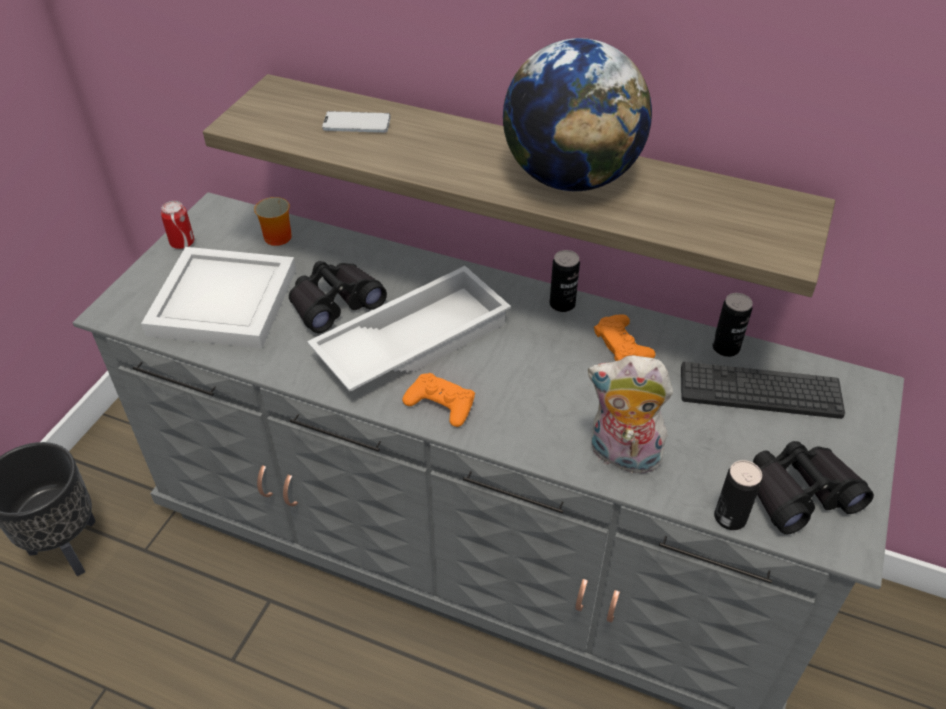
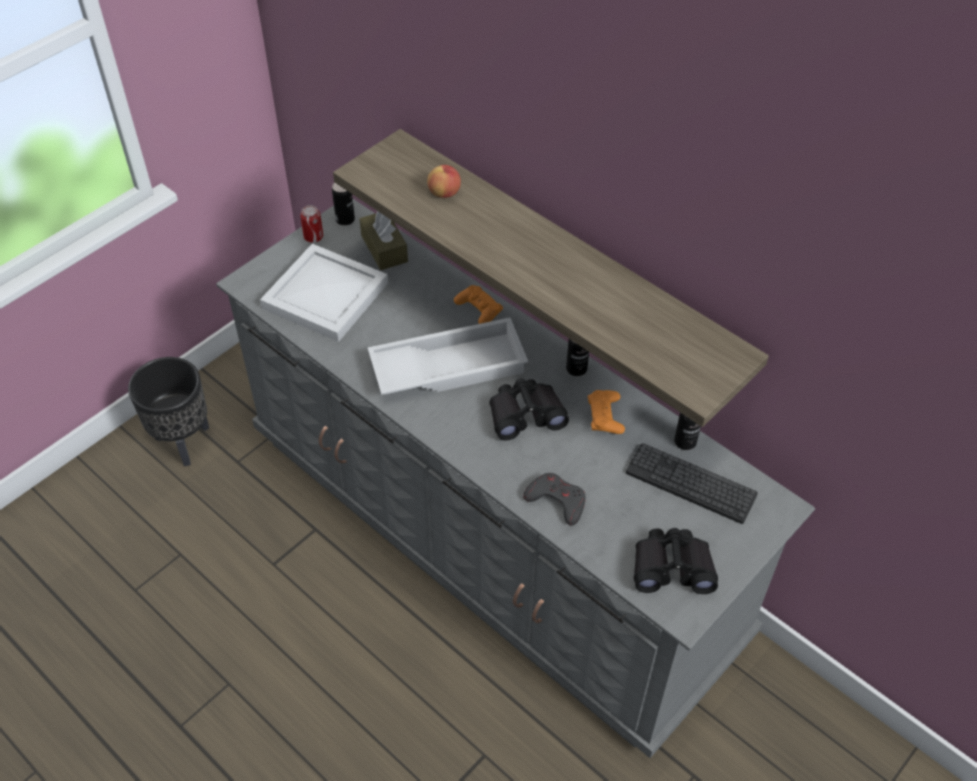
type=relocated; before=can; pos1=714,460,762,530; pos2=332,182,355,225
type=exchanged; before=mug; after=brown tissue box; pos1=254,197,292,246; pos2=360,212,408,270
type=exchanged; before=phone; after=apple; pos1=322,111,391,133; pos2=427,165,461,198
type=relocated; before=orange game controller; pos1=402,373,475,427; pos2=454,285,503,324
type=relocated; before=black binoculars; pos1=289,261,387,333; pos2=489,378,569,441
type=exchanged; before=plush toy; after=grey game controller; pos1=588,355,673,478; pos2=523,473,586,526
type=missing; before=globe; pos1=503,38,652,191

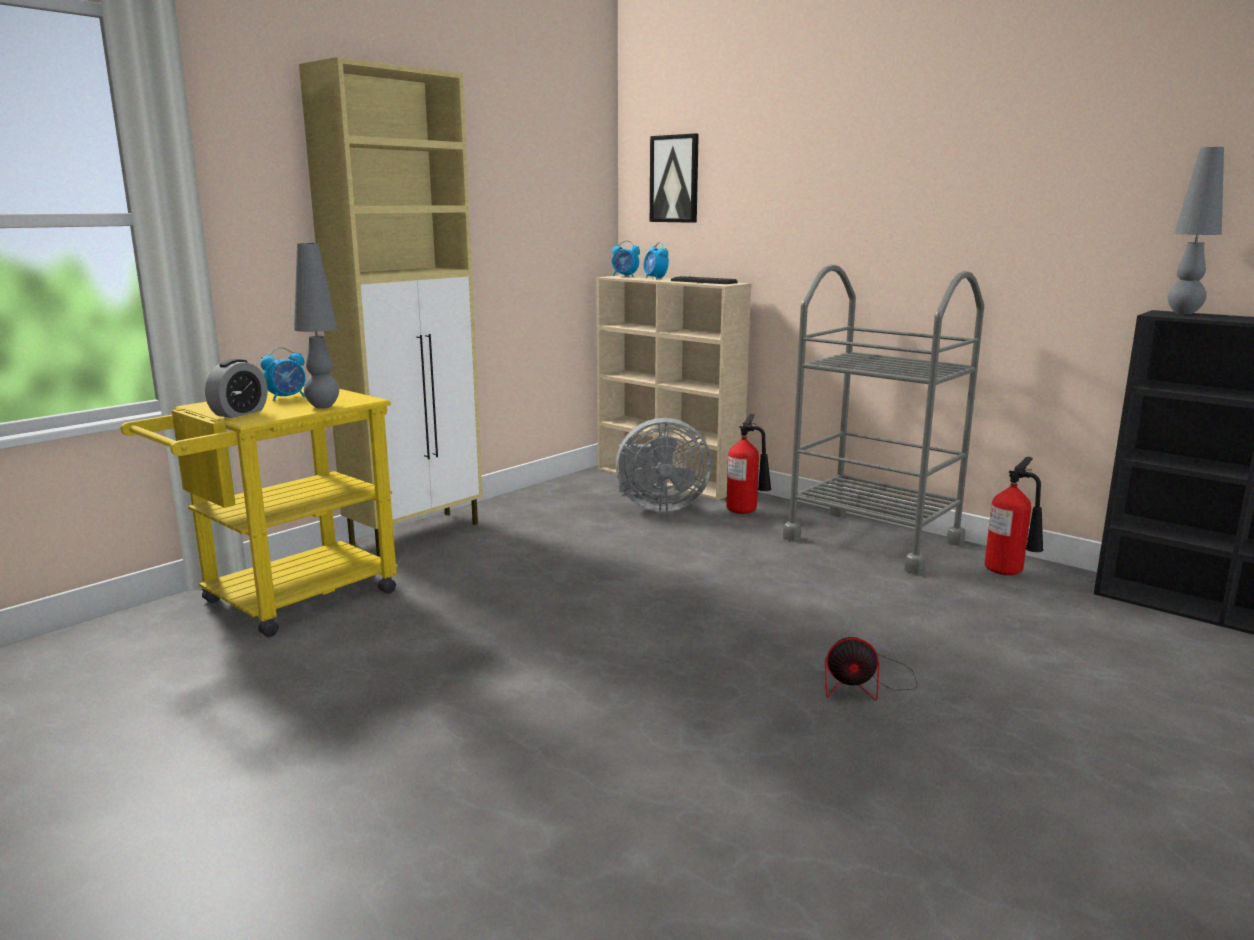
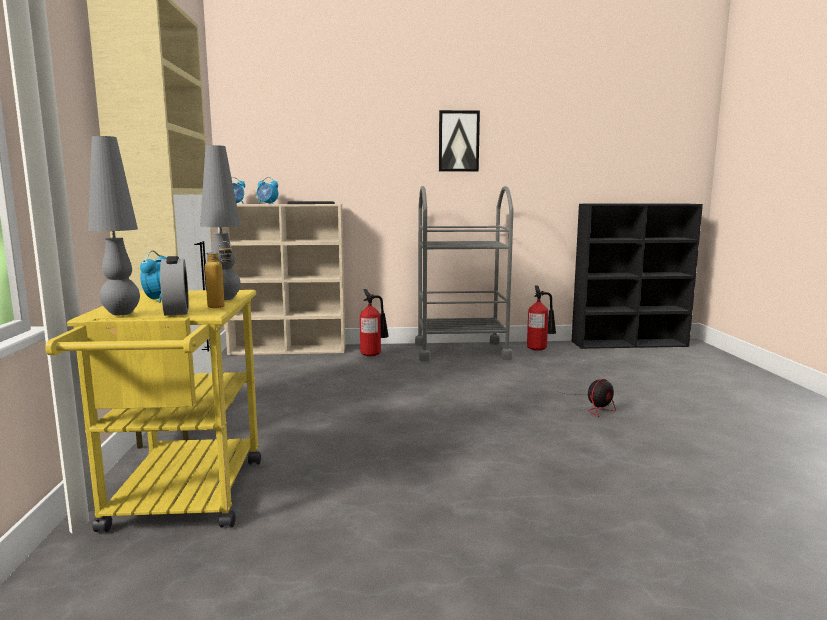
type=relocated; before=grey table lamp; pos1=1168,147,1224,314; pos2=88,136,140,315
type=appeared; after=bottle; pos2=205,241,232,308
type=relocated; before=picture; pos1=650,133,699,223; pos2=439,110,480,172
type=missing; before=grey fan; pos1=615,418,712,512

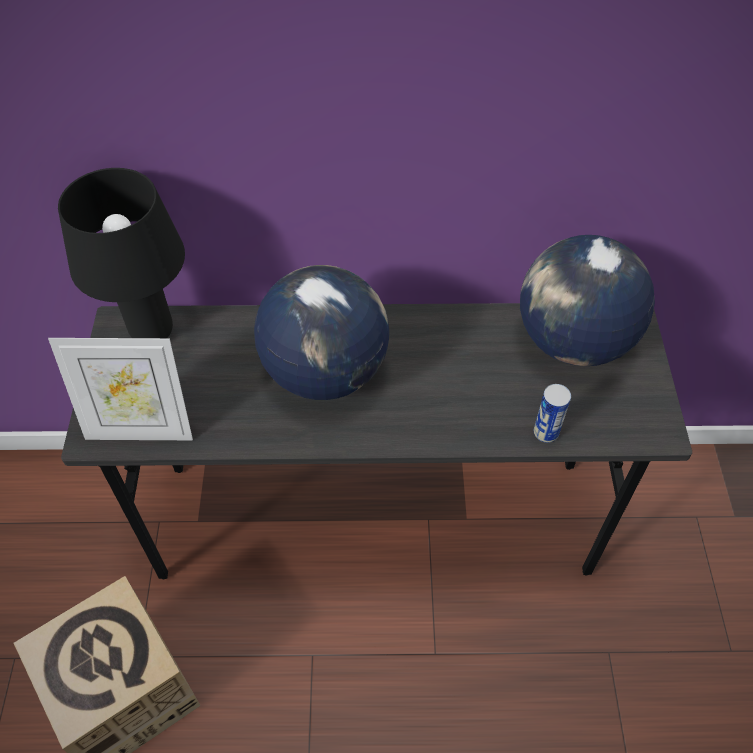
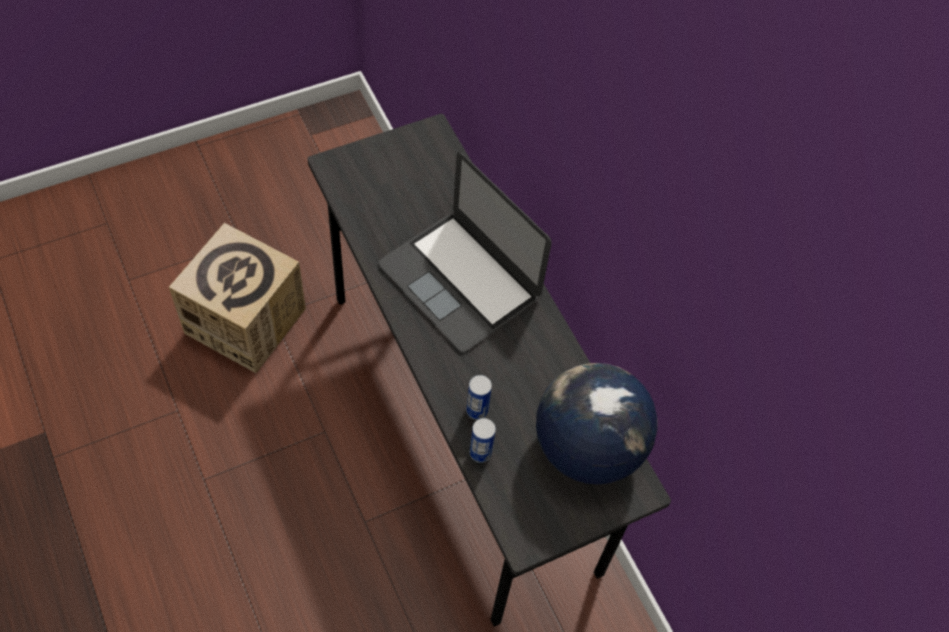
type=exchanged; before=globe; after=laptop; pos1=254,265,389,400; pos2=379,152,552,352
type=appeared; after=can; pos2=466,375,492,420
type=missing; before=picture frame; pos1=48,338,193,440
type=missing; before=black table lamp; pos1=58,168,185,338

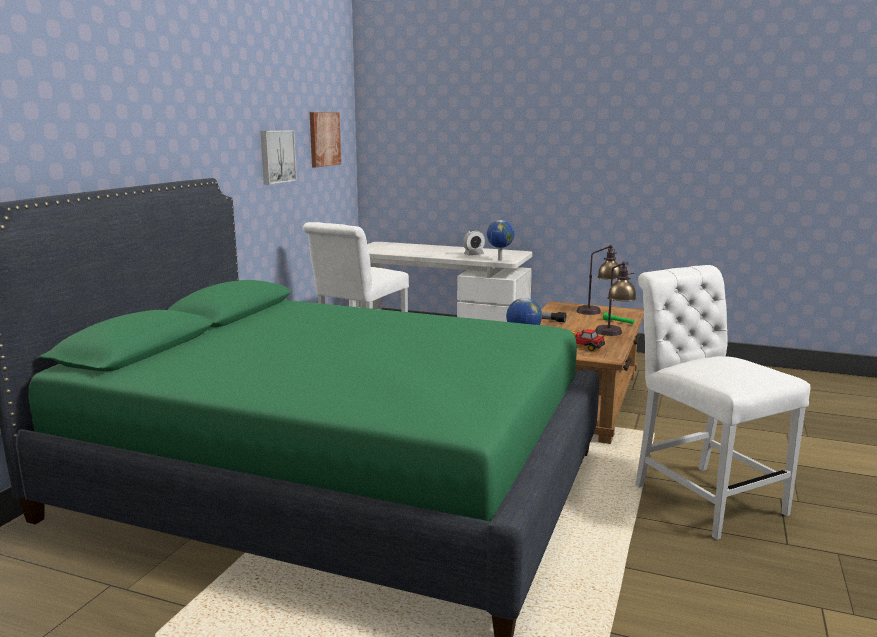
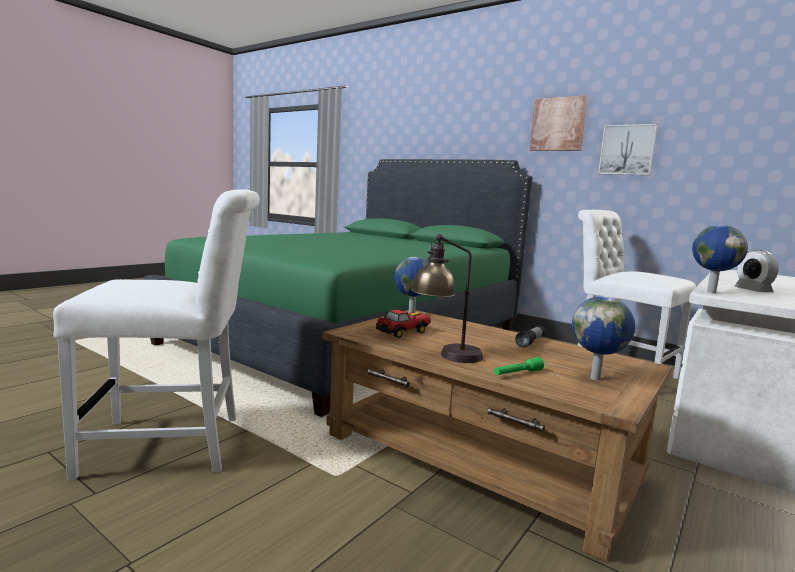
type=relocated; before=picture; pos1=310,112,341,167; pos2=530,95,588,151
type=exchanged; before=table lamp; after=globe; pos1=577,245,621,315; pos2=572,296,635,380

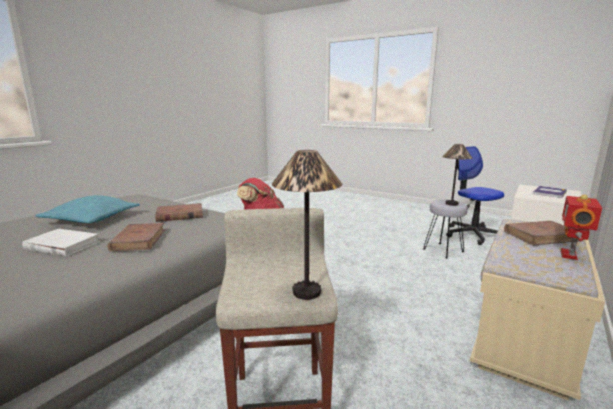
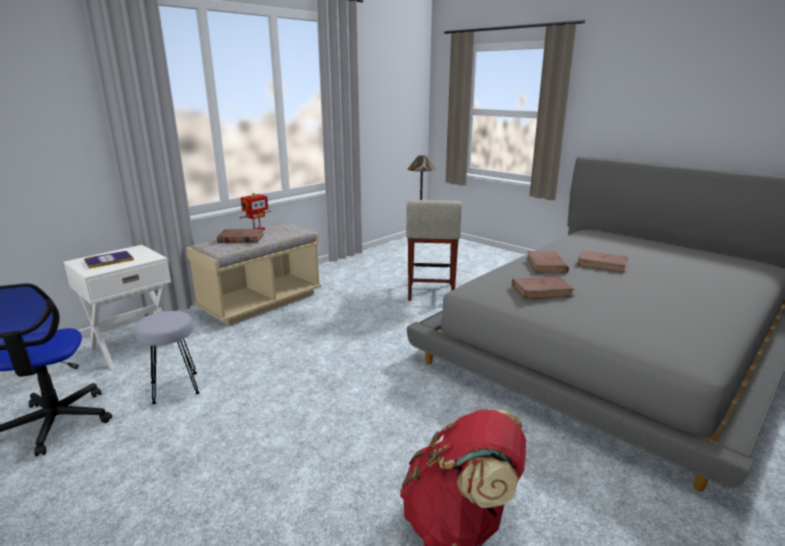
type=colour; before=white book; after=brown book; pos1=22,229,101,256; pos2=577,250,628,272
type=missing; before=turquoise pillow; pos1=35,195,140,223
type=missing; before=table lamp; pos1=442,144,472,206

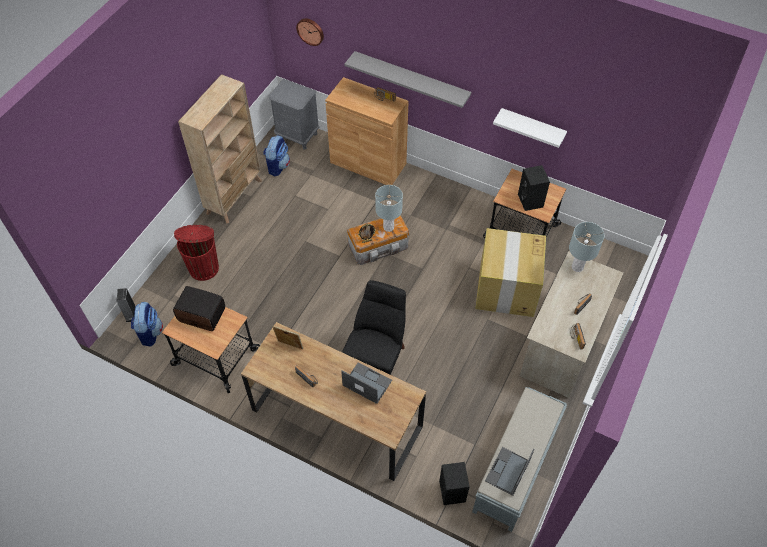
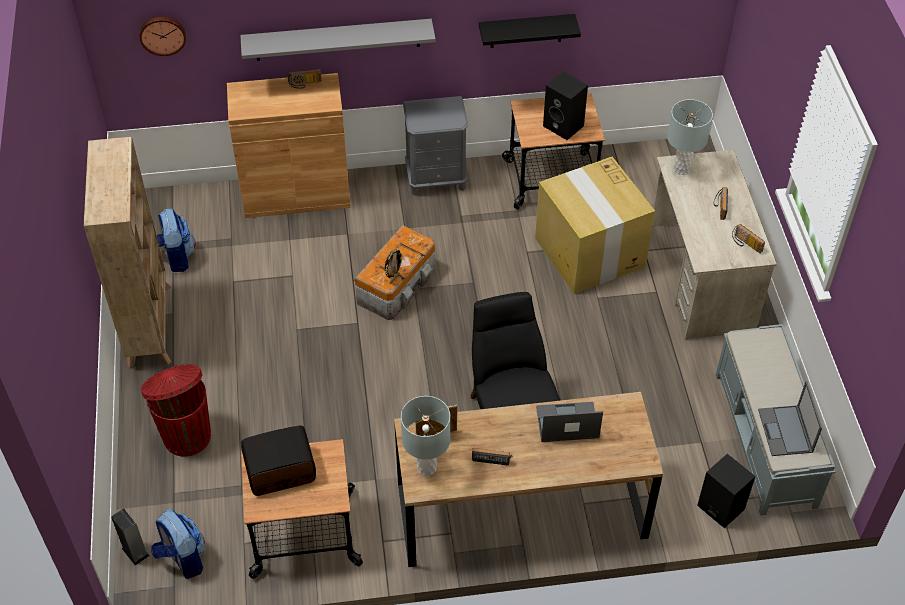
type=relocated; before=grey table lamp; pos1=375,185,403,232; pos2=401,396,450,476
type=relocated; before=grey nightstand; pos1=269,79,320,150; pos2=403,96,468,196
type=colour; before=white shelf; after=black shelf; pos1=493,108,567,148; pos2=479,14,581,48

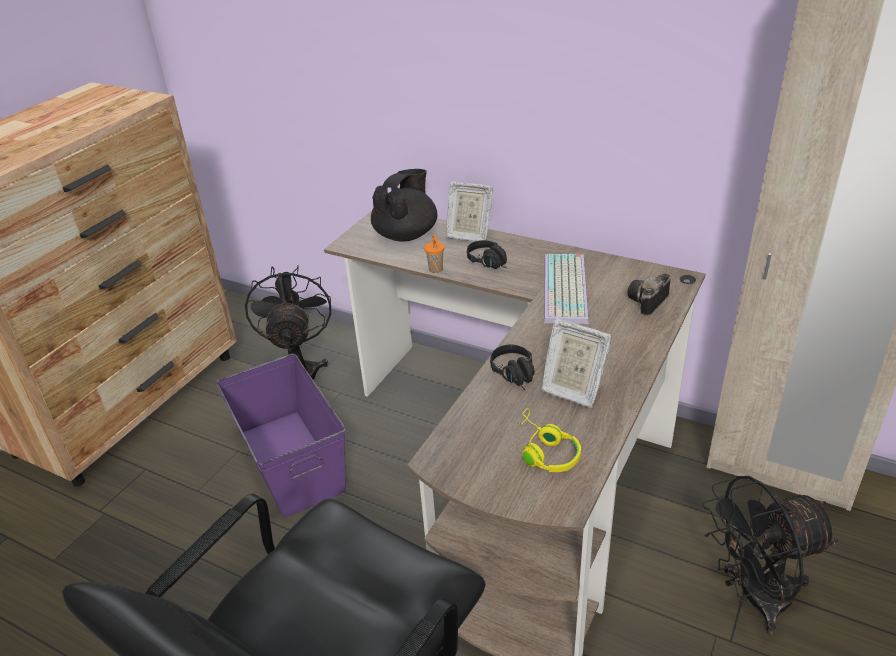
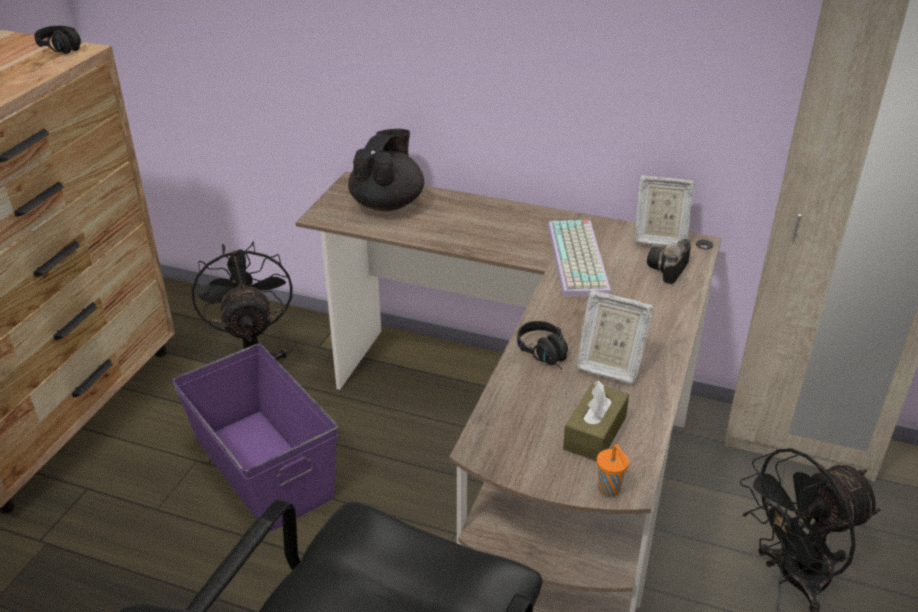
type=relocated; before=black headphones; pos1=467,240,507,269; pos2=34,26,81,54
type=exchanged; before=yellow headphones; after=brown tissue box; pos1=518,408,581,472; pos2=563,381,629,461
type=relocated; before=orange cup; pos1=424,235,445,273; pos2=597,444,629,497
type=relocated; before=picture frame; pos1=446,181,493,242; pos2=635,175,695,246

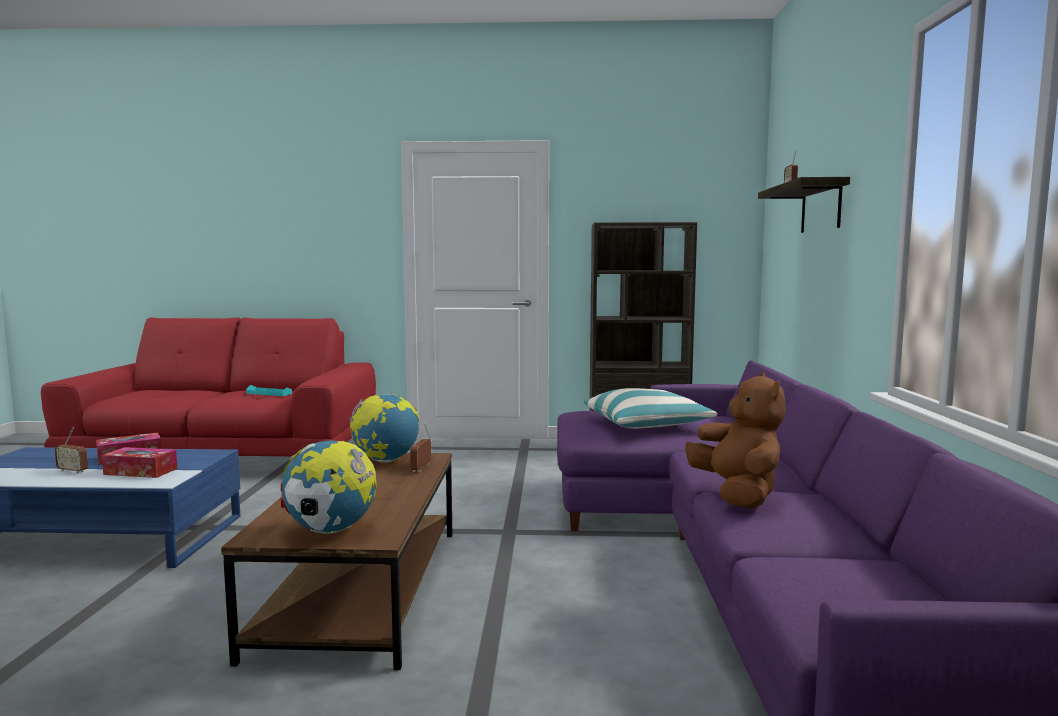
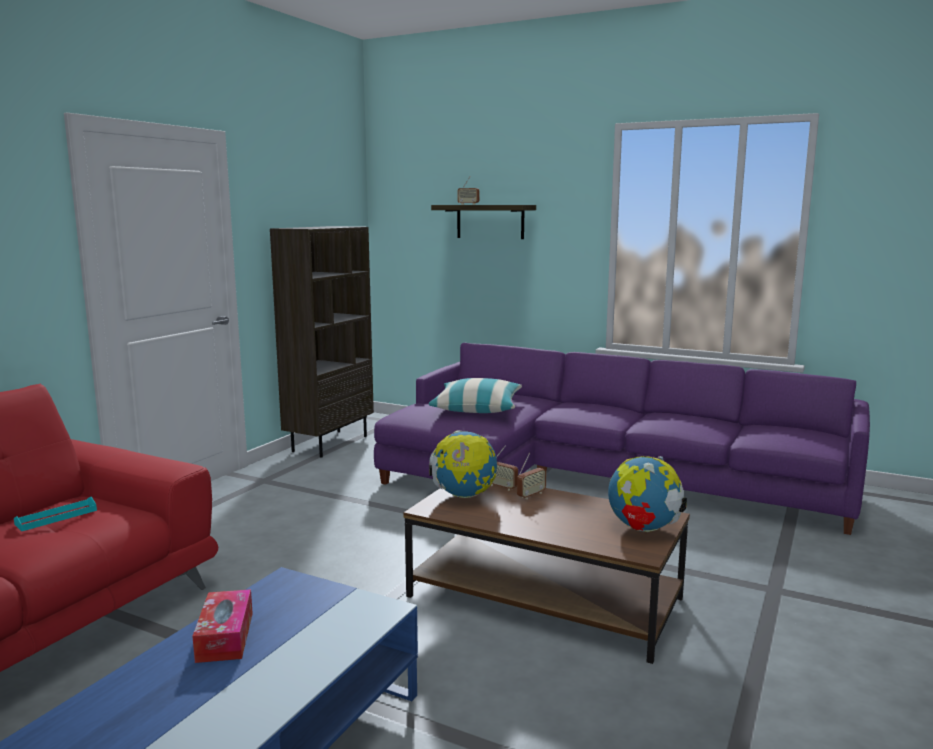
type=relocated; before=radio; pos1=55,427,88,474; pos2=517,453,546,499
type=missing; before=tissue box; pos1=102,447,178,478
type=missing; before=brown plush toy; pos1=685,372,786,509

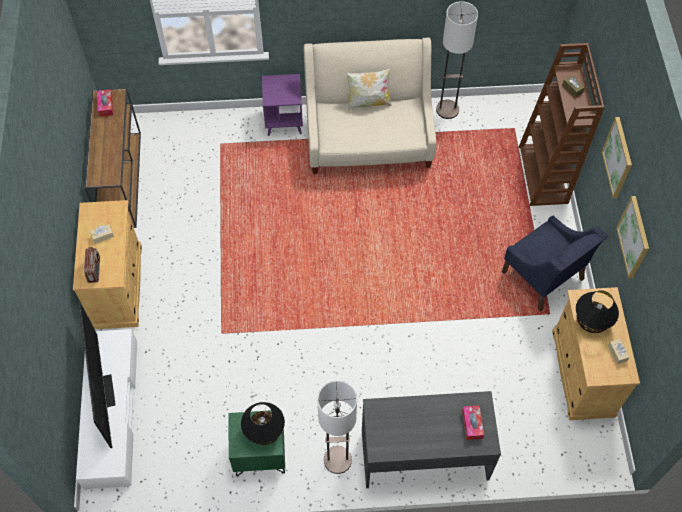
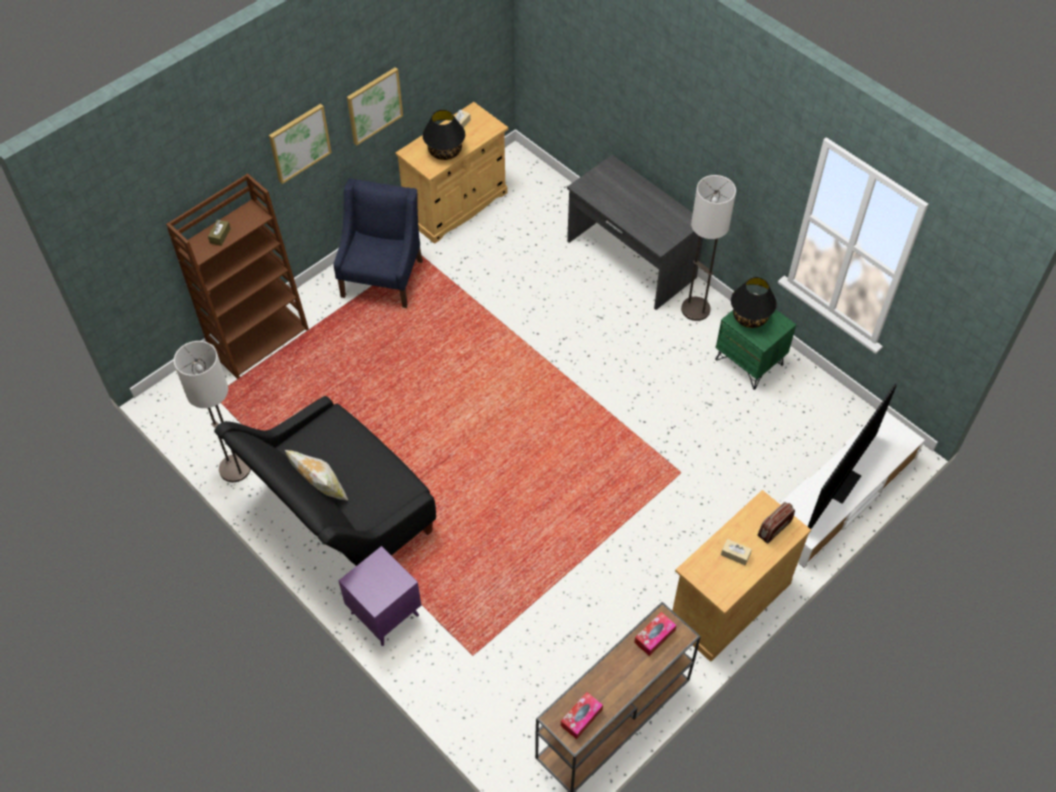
type=colour; before=beige sofa; after=black sofa; pos1=304,38,436,174; pos2=214,396,436,566
type=relocated; before=tissue box; pos1=462,405,484,440; pos2=634,612,676,656

